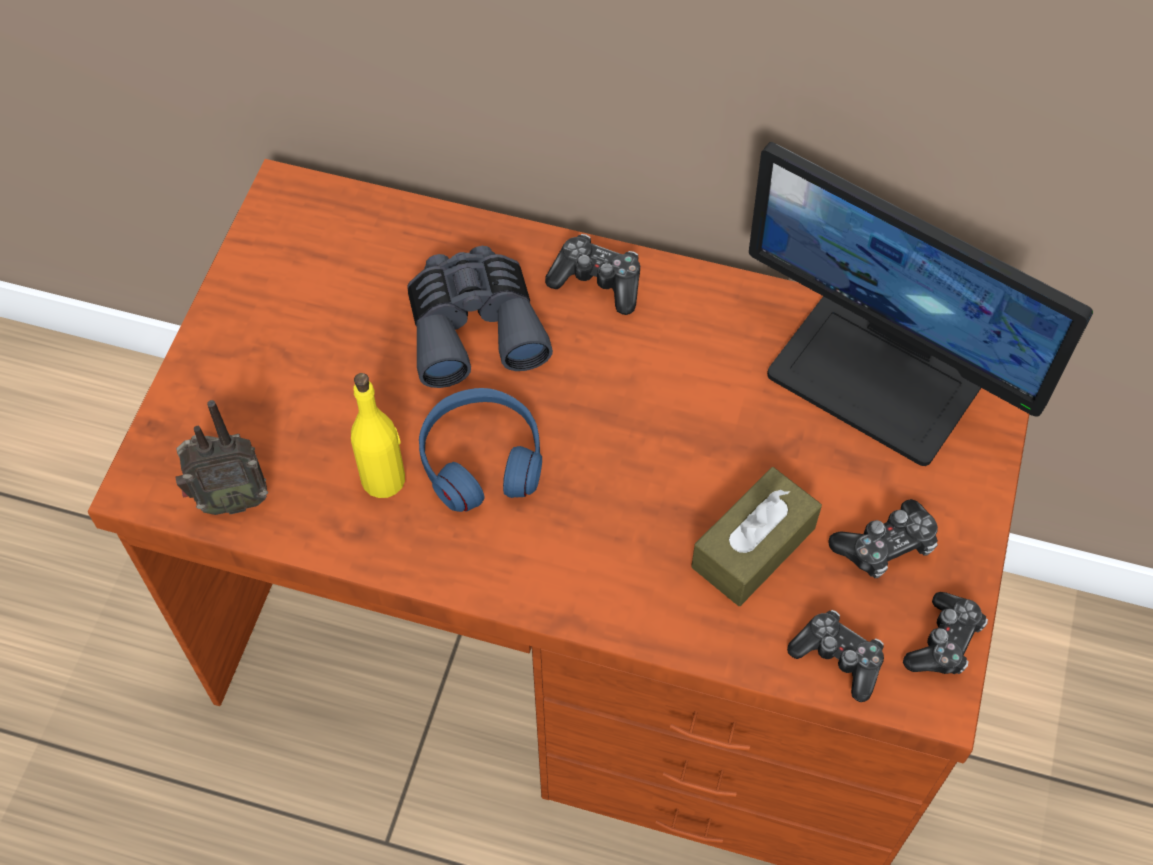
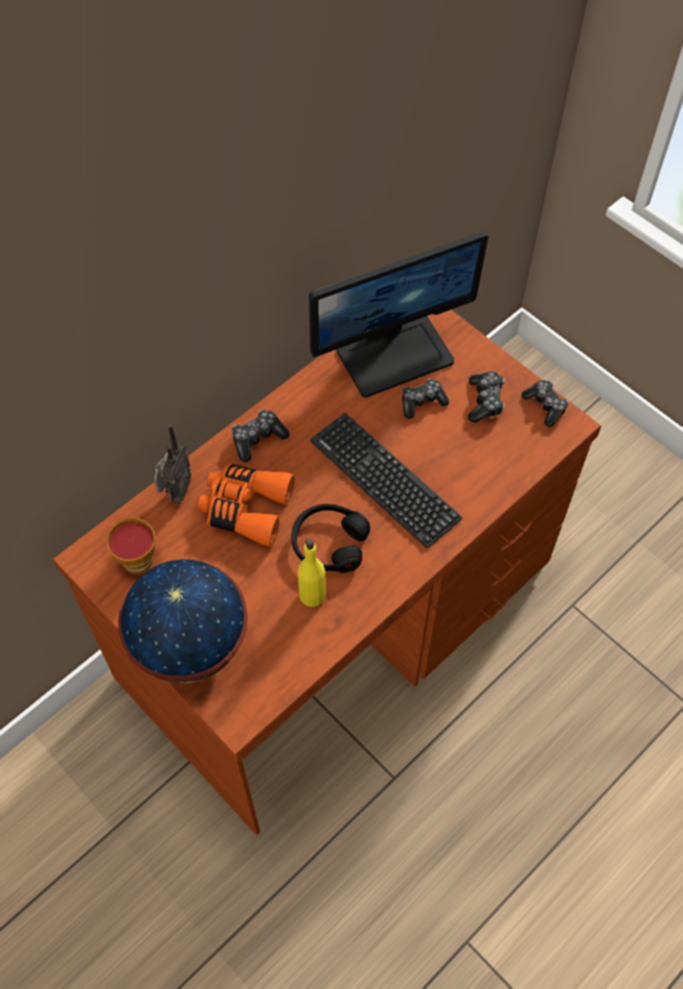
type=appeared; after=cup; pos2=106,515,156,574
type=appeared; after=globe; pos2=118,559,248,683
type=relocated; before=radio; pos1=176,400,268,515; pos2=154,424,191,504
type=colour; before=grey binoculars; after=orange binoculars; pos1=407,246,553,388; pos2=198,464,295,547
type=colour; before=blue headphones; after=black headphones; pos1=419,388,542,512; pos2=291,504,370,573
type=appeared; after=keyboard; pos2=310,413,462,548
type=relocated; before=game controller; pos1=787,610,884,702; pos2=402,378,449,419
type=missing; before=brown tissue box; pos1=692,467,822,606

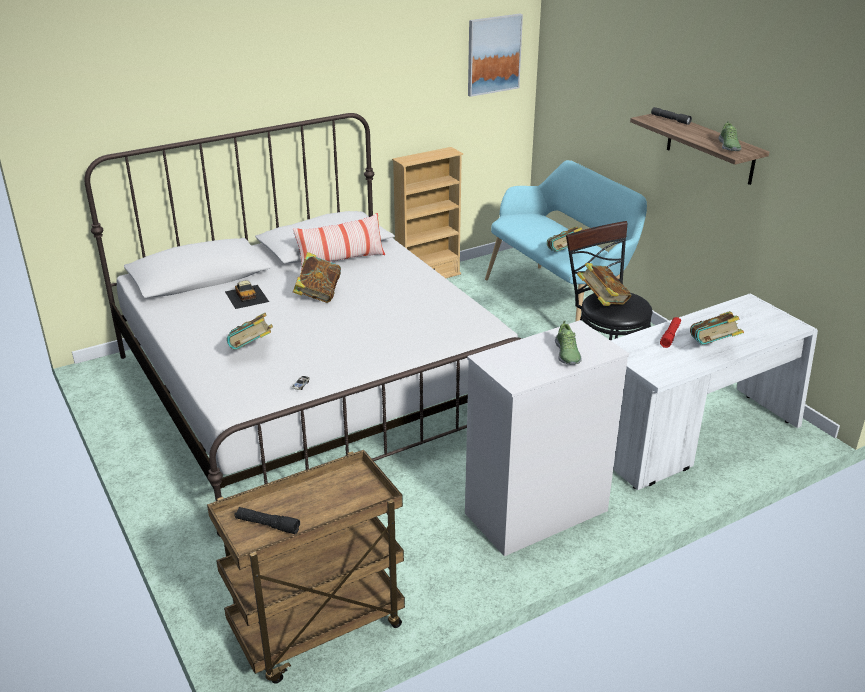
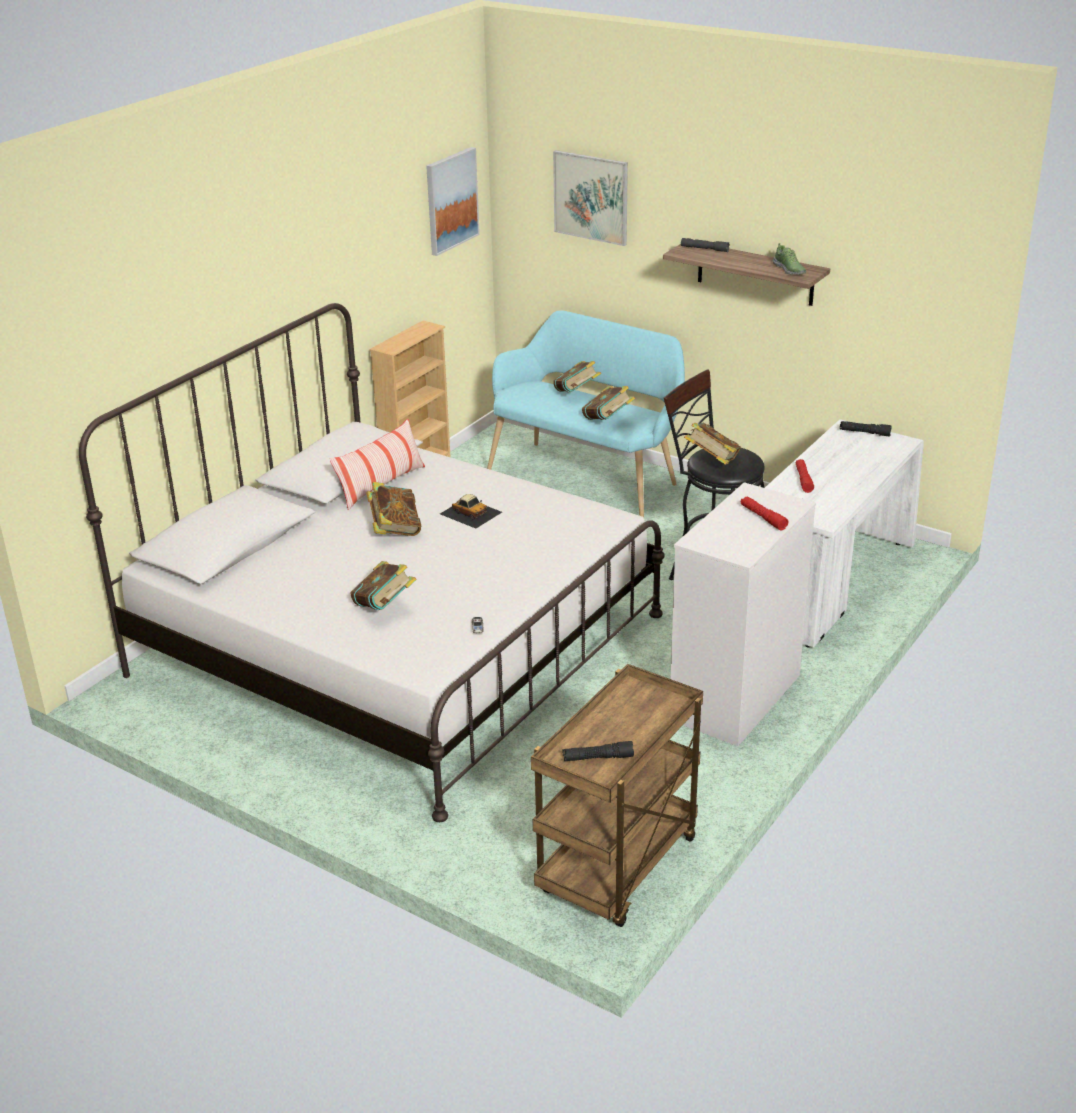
type=relocated; before=toy car; pos1=225,280,269,309; pos2=440,494,502,528
type=appeared; after=picture; pos2=553,150,628,246
type=relocated; before=book; pos1=690,311,744,345; pos2=554,361,601,392
type=exchanged; before=shoe; after=red flashlight; pos1=555,321,582,365; pos2=741,496,788,531
type=appeared; after=black flashlight; pos2=840,421,892,436

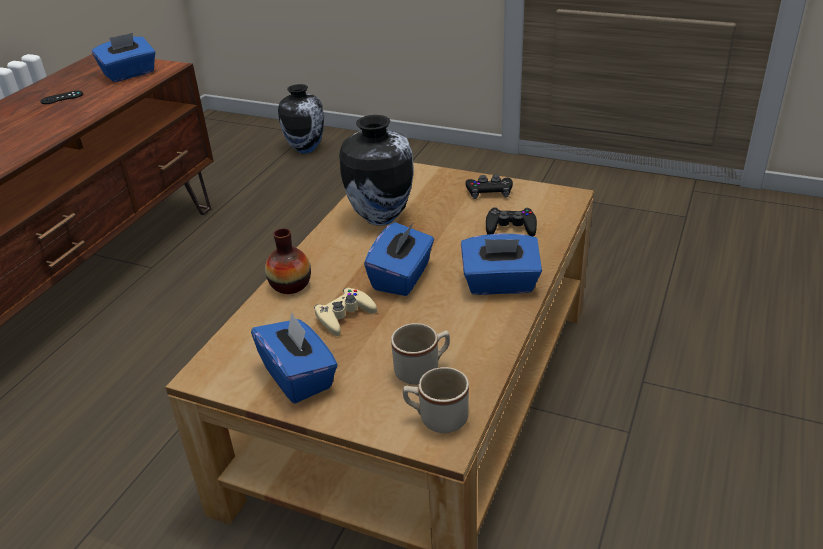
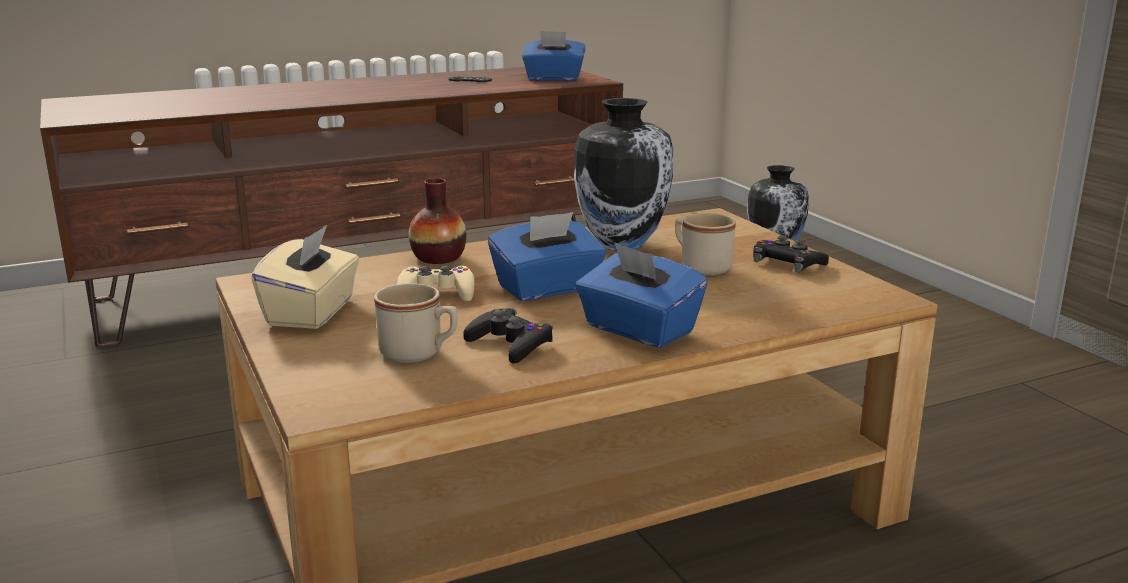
type=colour; before=blue tissue box; after=beige tissue box; pos1=251,312,338,404; pos2=251,225,359,329
type=relocated; before=black game controller; pos1=486,207,537,236; pos2=463,308,554,363
type=relocated; before=beige mug; pos1=403,367,469,433; pos2=675,213,736,275

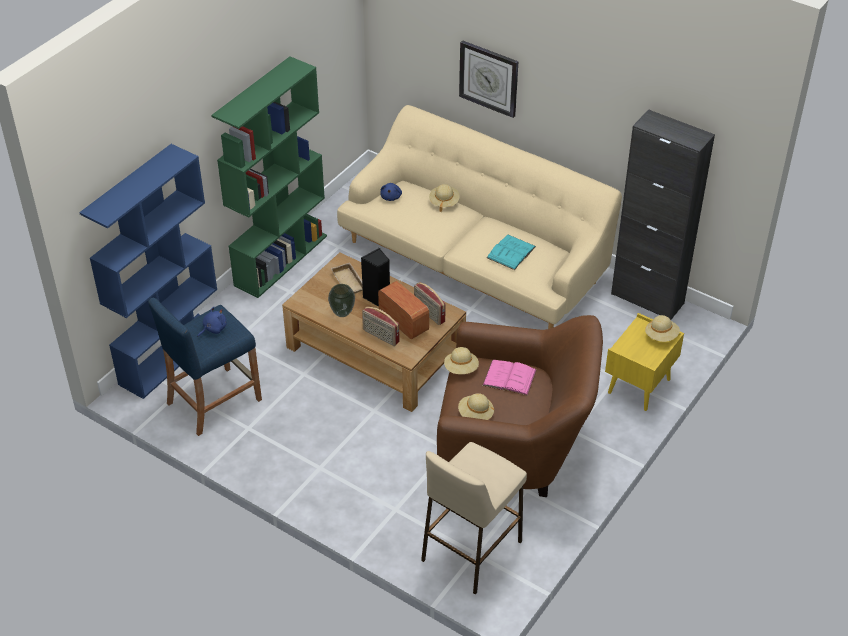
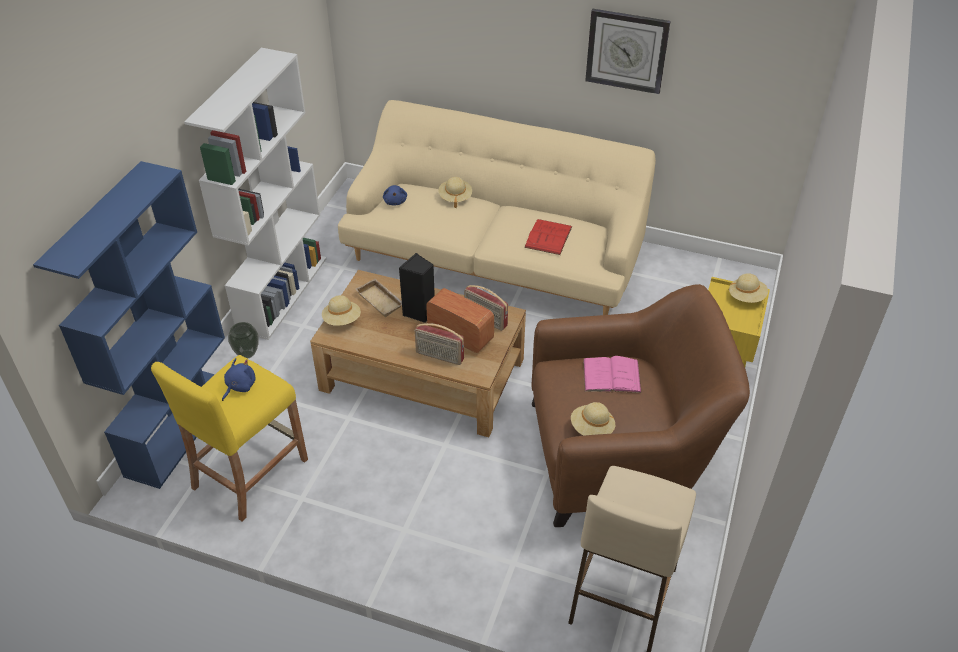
type=colour; before=blue stool; after=yellow stool; pos1=148,298,262,436; pos2=151,355,308,522
type=colour; before=green bookcase; after=white bookcase; pos1=211,56,327,298; pos2=184,48,327,340
type=relocated; before=vase; pos1=328,284,355,317; pos2=228,322,259,359
type=relocated; before=beige hat; pos1=444,347,479,374; pos2=322,295,361,326
type=colour; before=turquoise book; after=red book; pos1=486,235,536,270; pos2=524,219,572,255
type=relocated; before=wall clock; pos1=459,40,518,118; pos2=585,9,671,94
type=missing; before=black cabinet; pos1=611,109,715,320

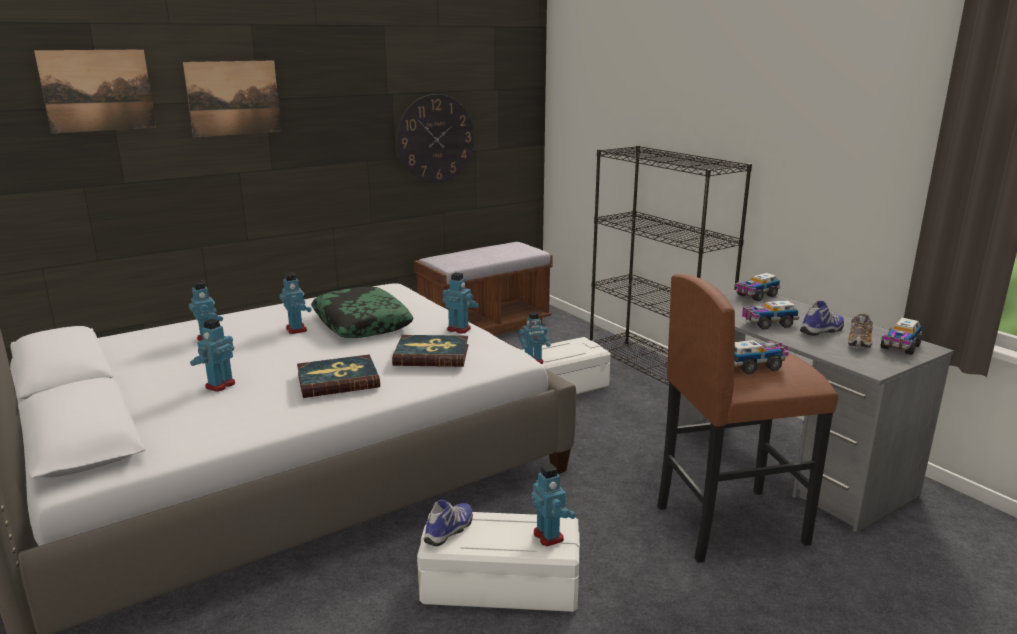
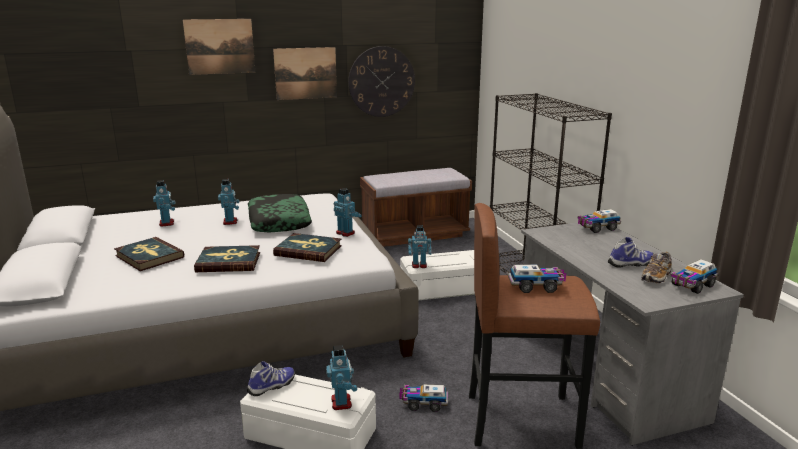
type=exchanged; before=toy robot; after=book; pos1=190,318,235,392; pos2=114,237,184,271
type=relocated; before=picture; pos1=34,49,156,134; pos2=273,47,337,100
type=relocated; before=toy truck; pos1=742,300,800,330; pos2=400,384,448,412

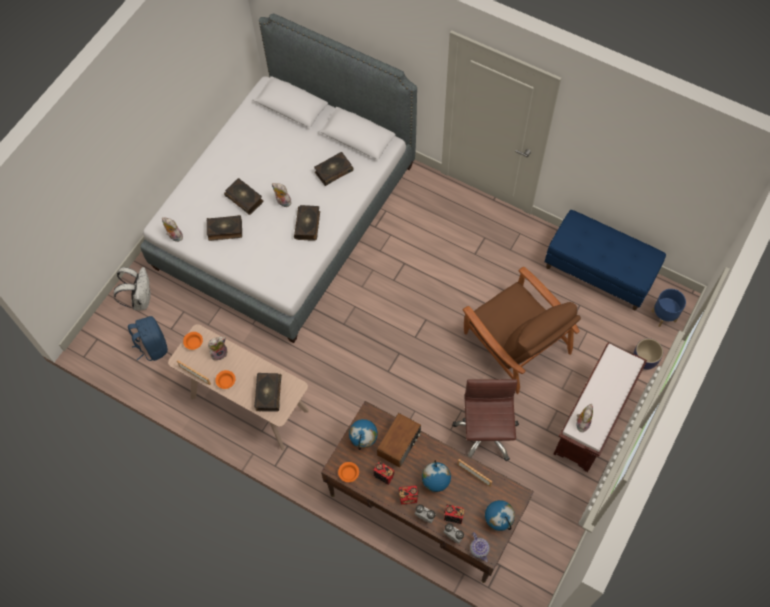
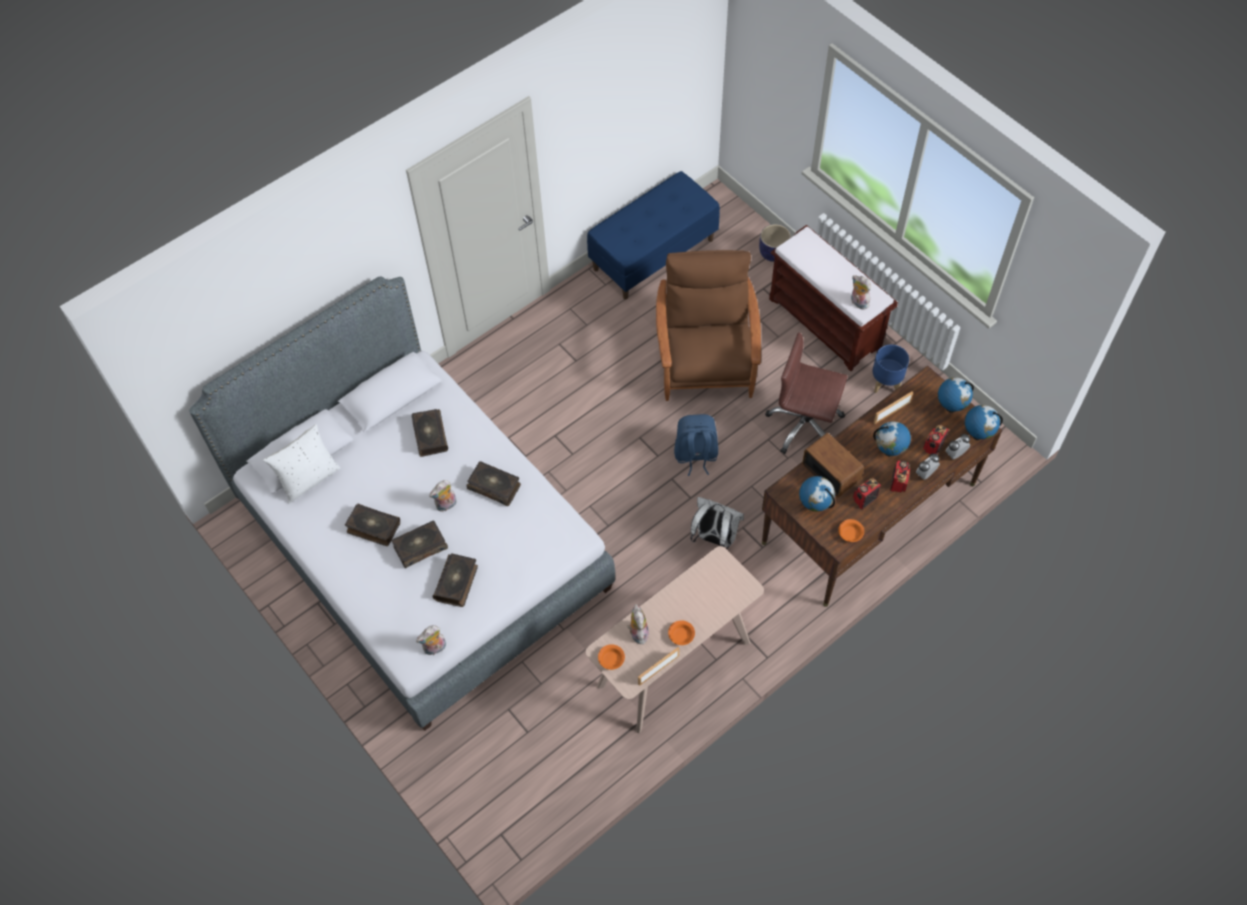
type=appeared; after=white pillow; pos2=263,424,341,504
type=relocated; before=book; pos1=254,373,282,412; pos2=345,503,400,546
type=spun; before=brown armchair; pos1=463,267,581,394; pos2=656,250,761,401; turn=-75
type=relocated; before=blue backpack; pos1=128,316,168,361; pos2=674,414,718,476
type=relocated; before=white backpack; pos1=114,267,150,310; pos2=690,497,744,549
type=relocated; before=blue planter; pos1=651,289,686,327; pos2=873,345,909,393
type=exchanged; before=teapot; after=globe; pos1=470,532,490,562; pos2=965,405,1003,440

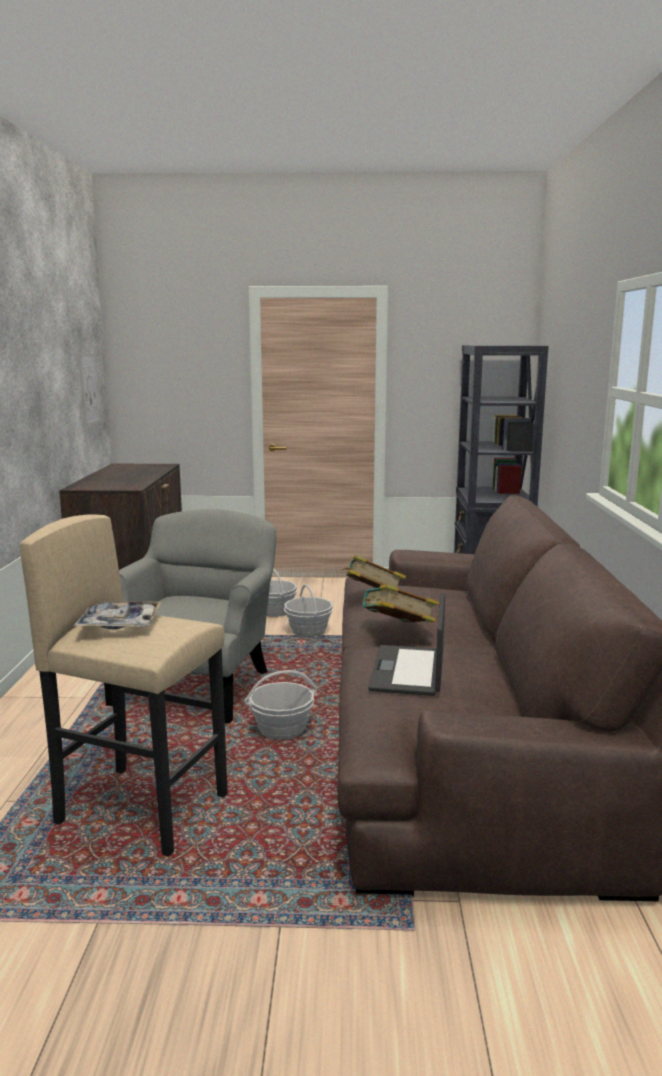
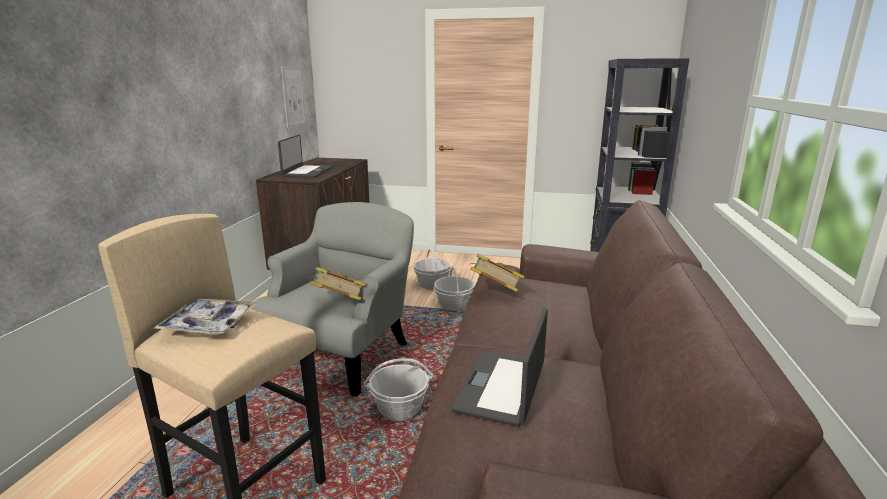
type=appeared; after=laptop; pos2=278,134,332,178
type=relocated; before=book; pos1=359,584,439,622; pos2=309,267,366,300

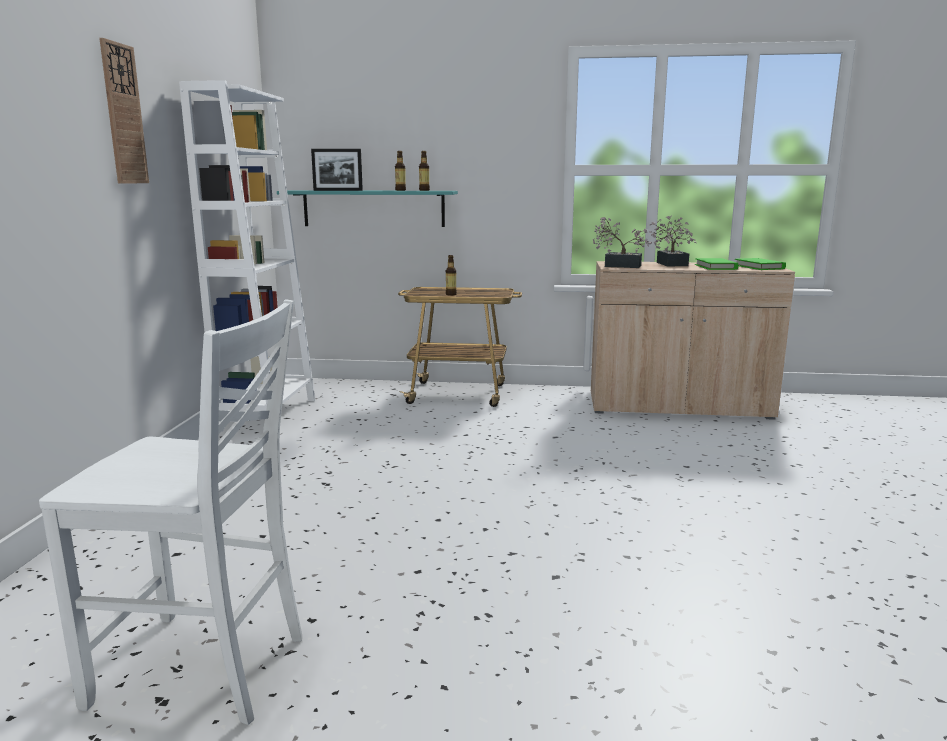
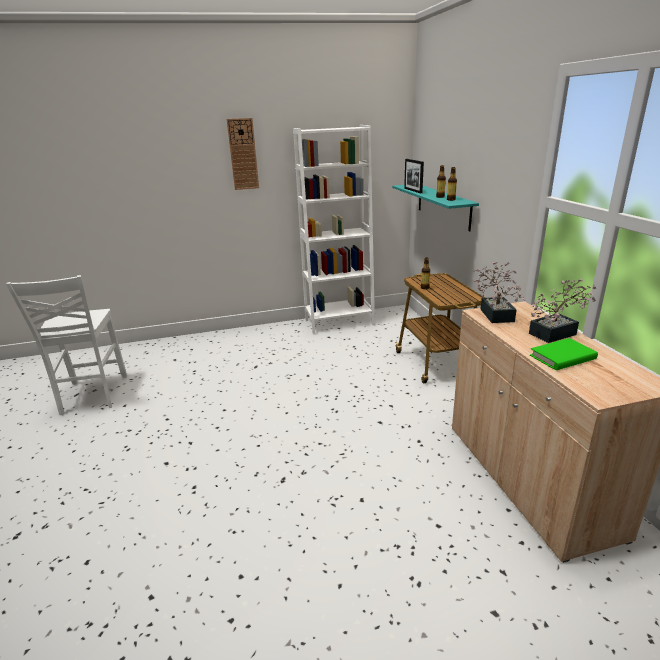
type=missing; before=green book; pos1=735,258,786,270

